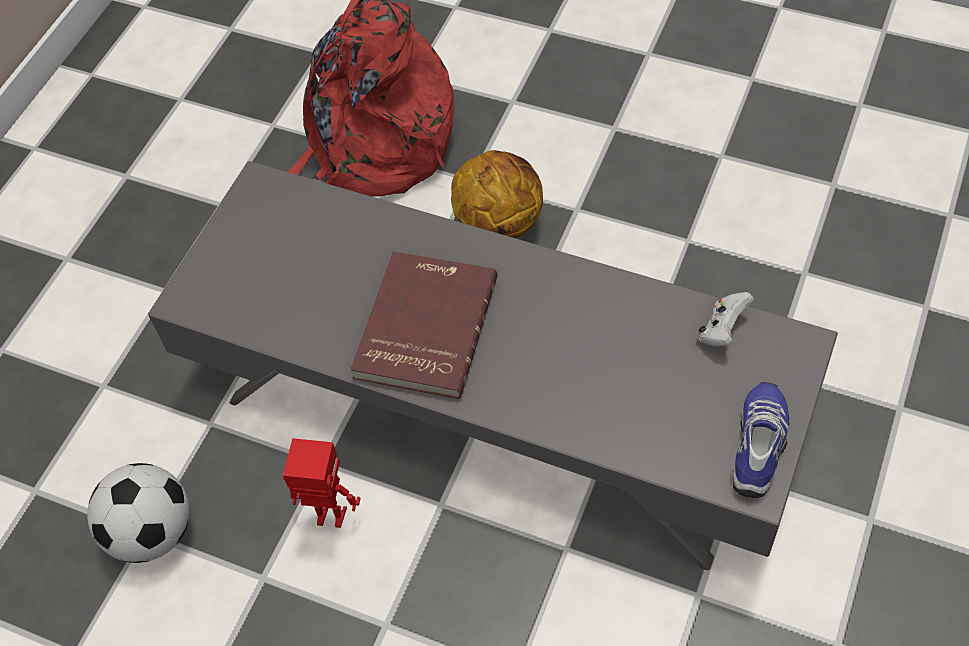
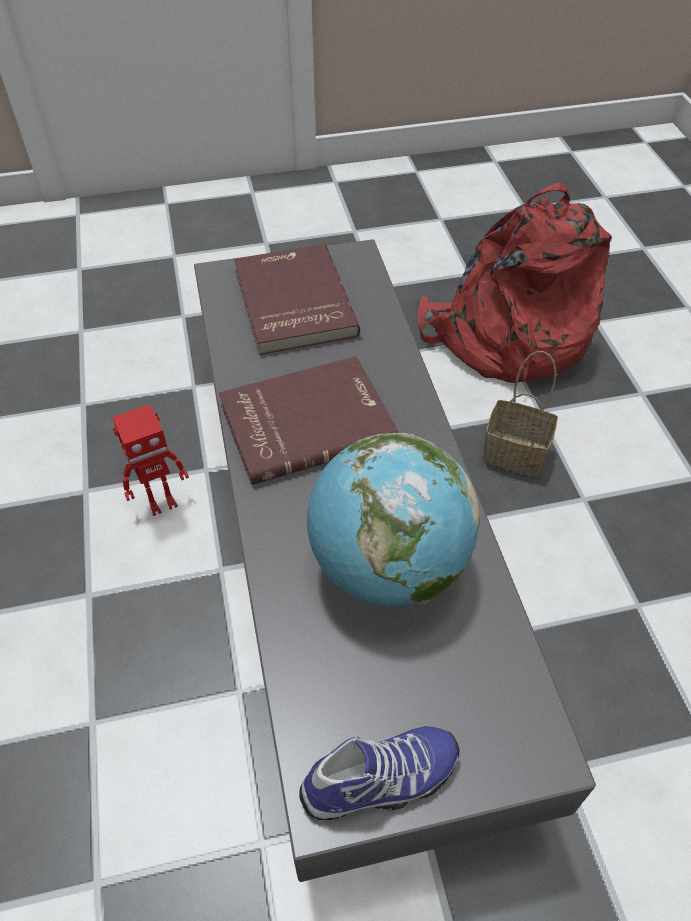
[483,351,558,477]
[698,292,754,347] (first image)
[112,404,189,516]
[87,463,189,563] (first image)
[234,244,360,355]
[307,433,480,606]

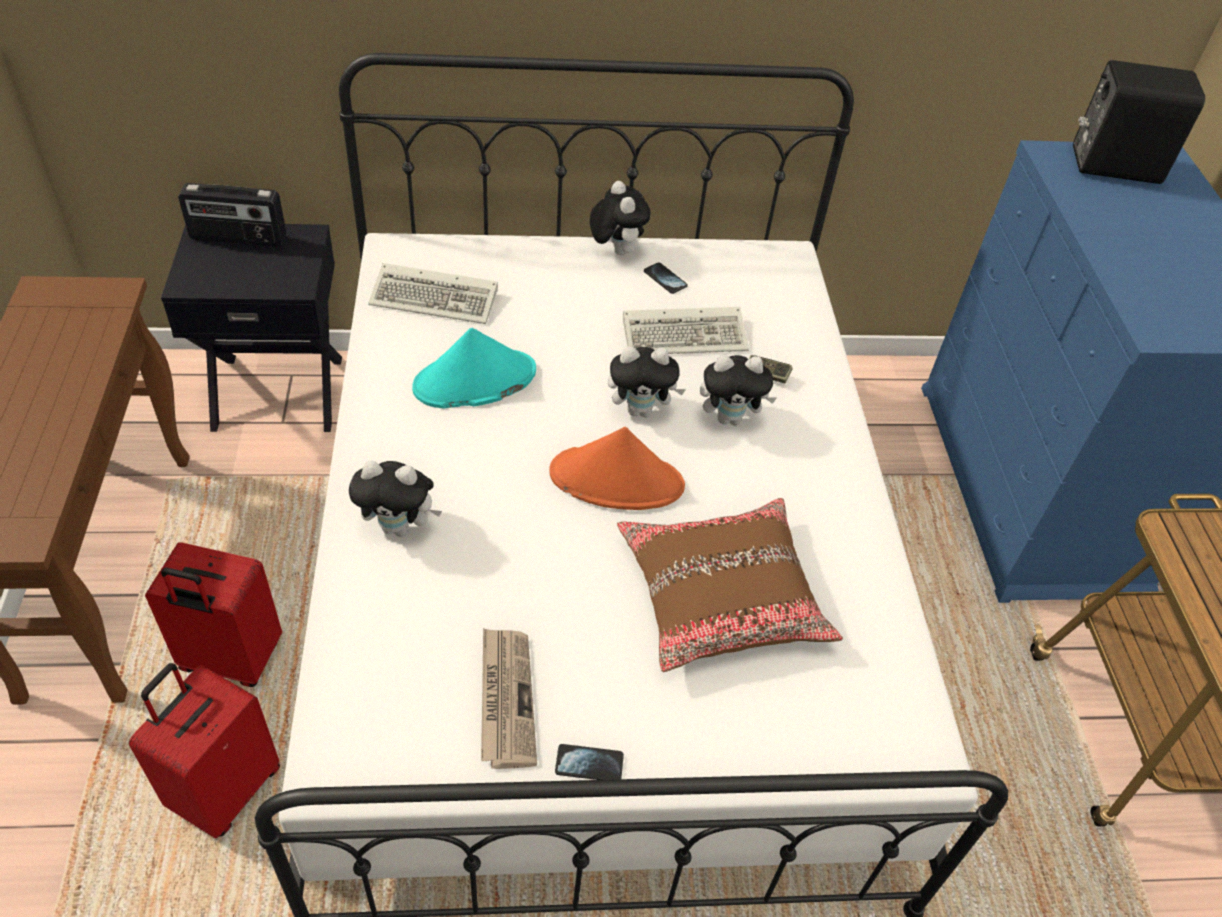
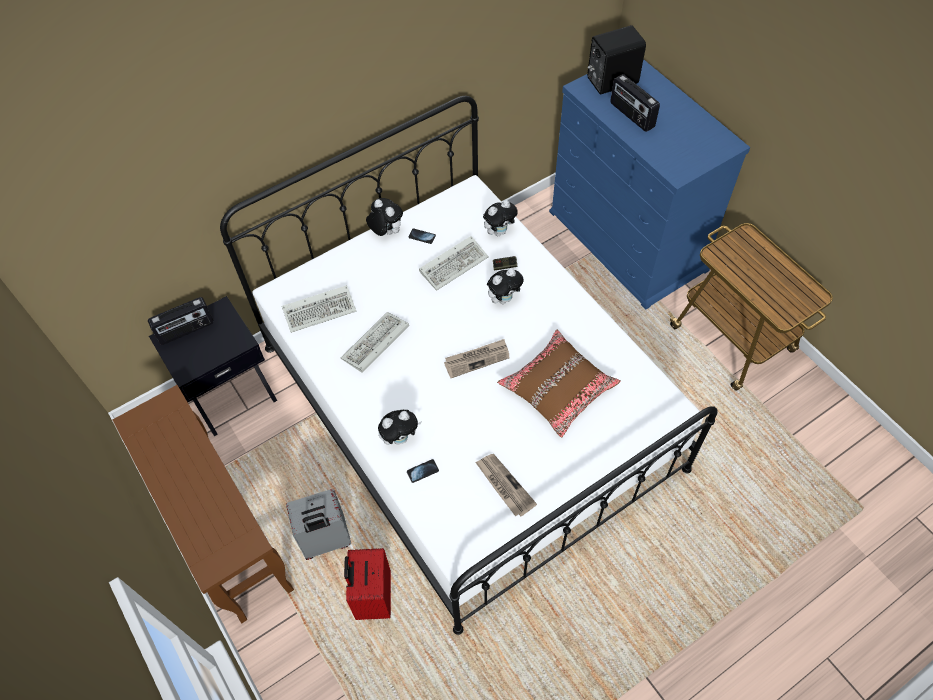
[341,312,409,373]
[483,200,518,236]
[444,339,510,378]
[286,489,351,560]
[407,459,439,483]
[610,74,660,132]

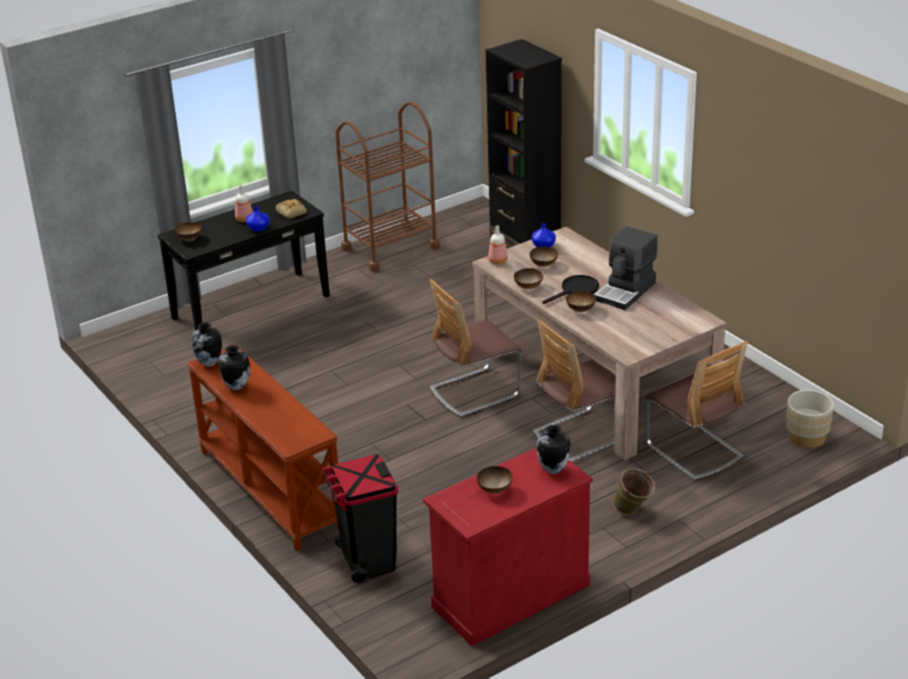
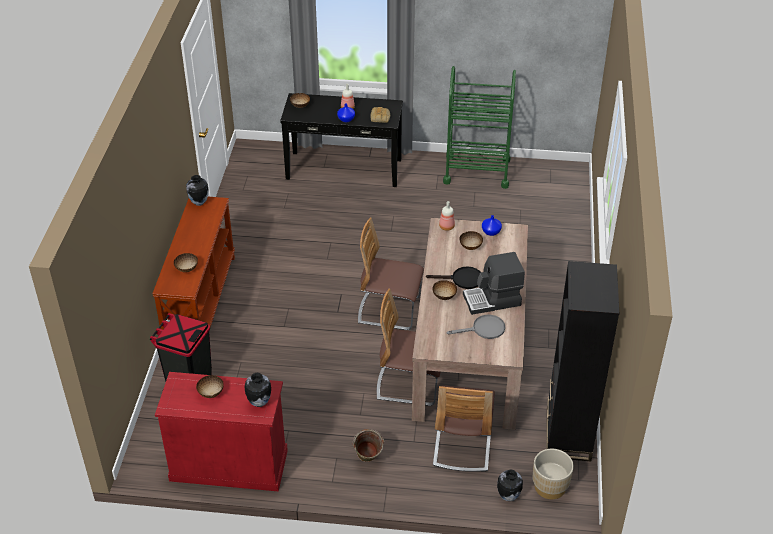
[546,261,619,461]
[443,66,516,189]
[174,253,198,272]
[497,470,523,501]
[447,315,505,339]

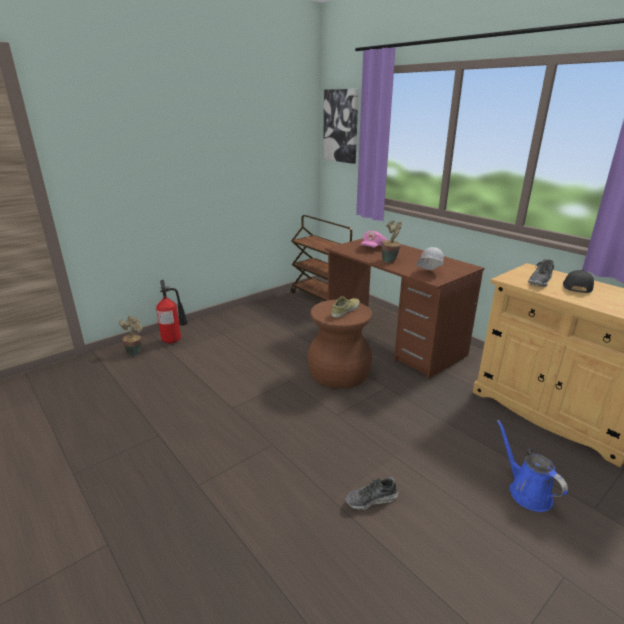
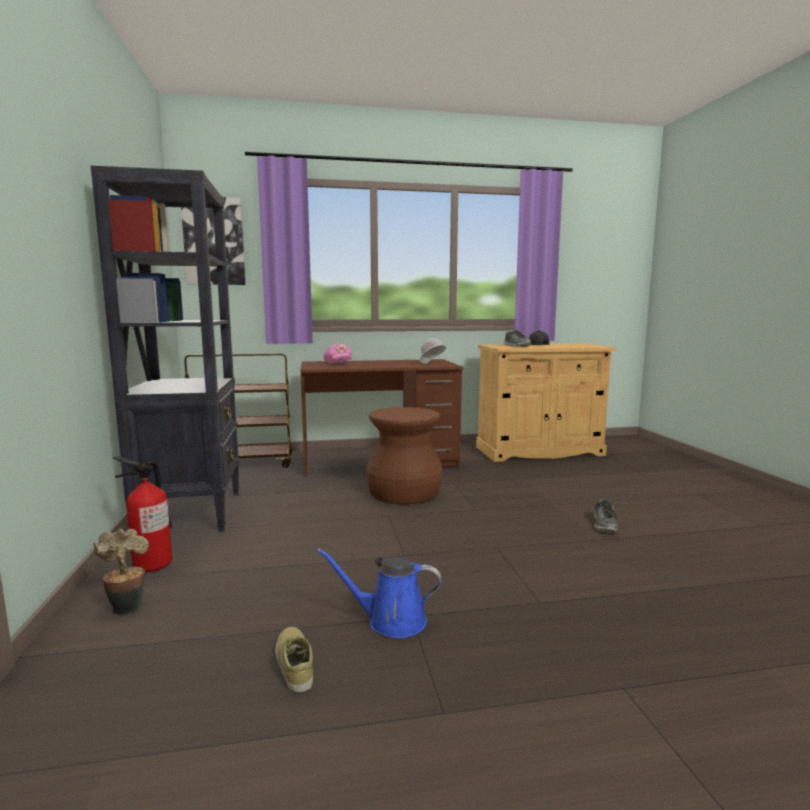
[382,220,402,263] (first image)
[275,627,313,693]
[317,548,442,638]
[90,166,240,532]

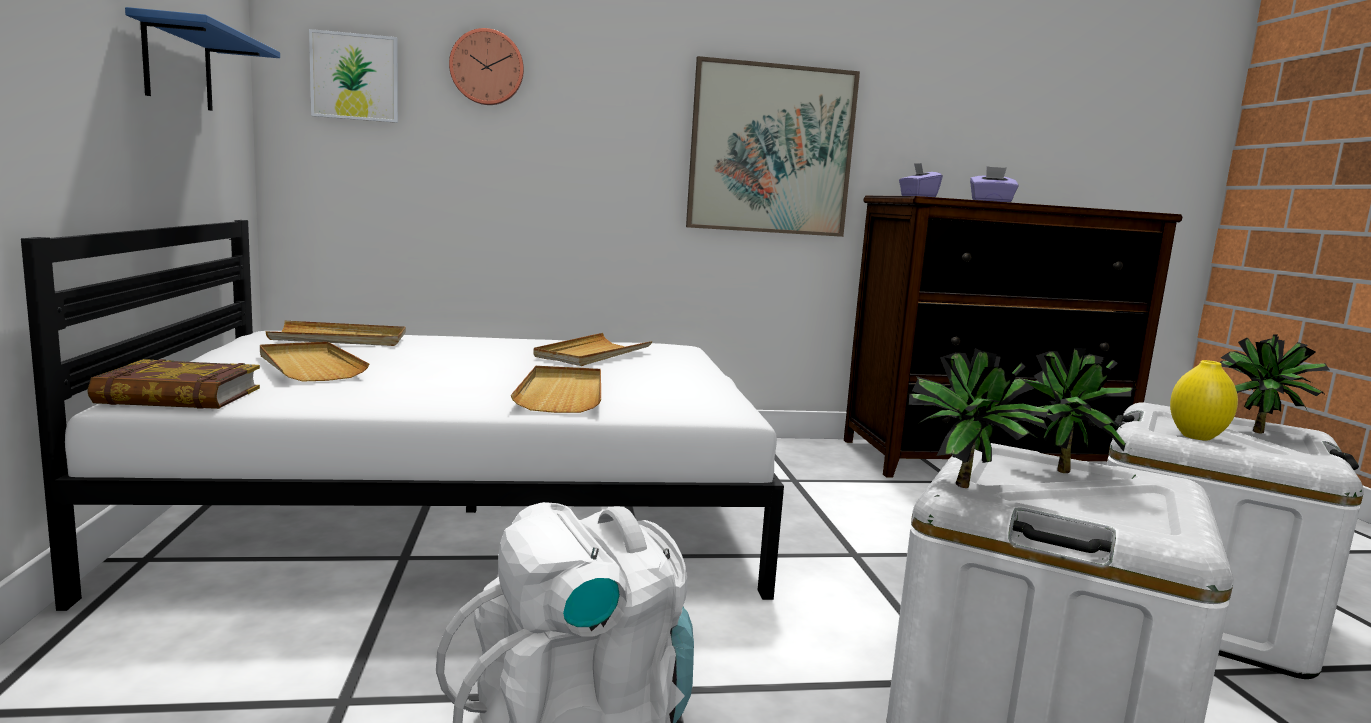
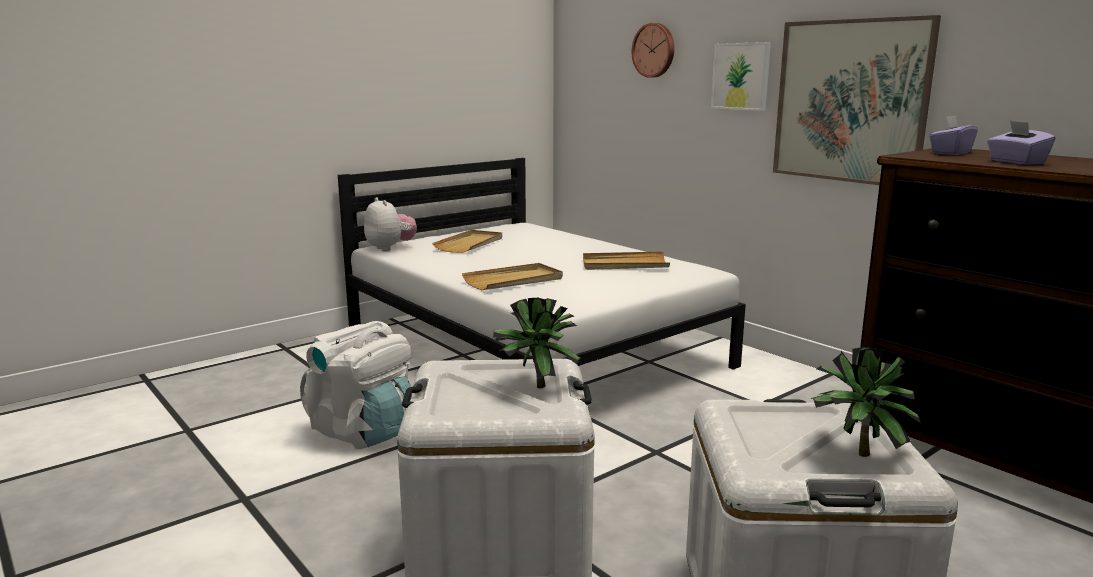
[125,7,280,111] (first image)
[711,42,771,111]
[266,321,406,346] (first image)
[909,348,1054,488] (first image)
[364,197,417,251]
[1170,360,1238,440] (first image)

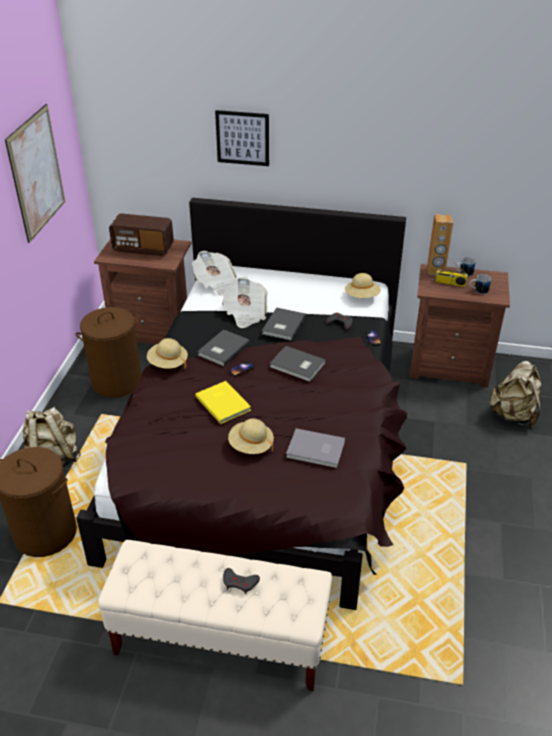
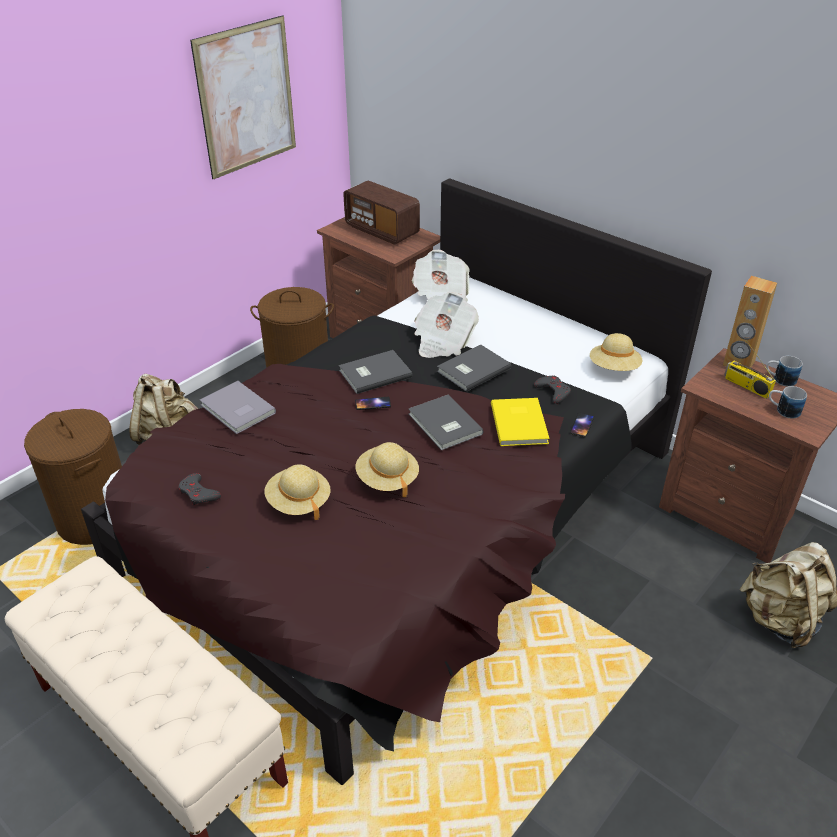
[215,110,269,166] (first image)
[355,442,419,497]
[491,398,550,446]
[200,381,276,434]
[178,473,221,506]

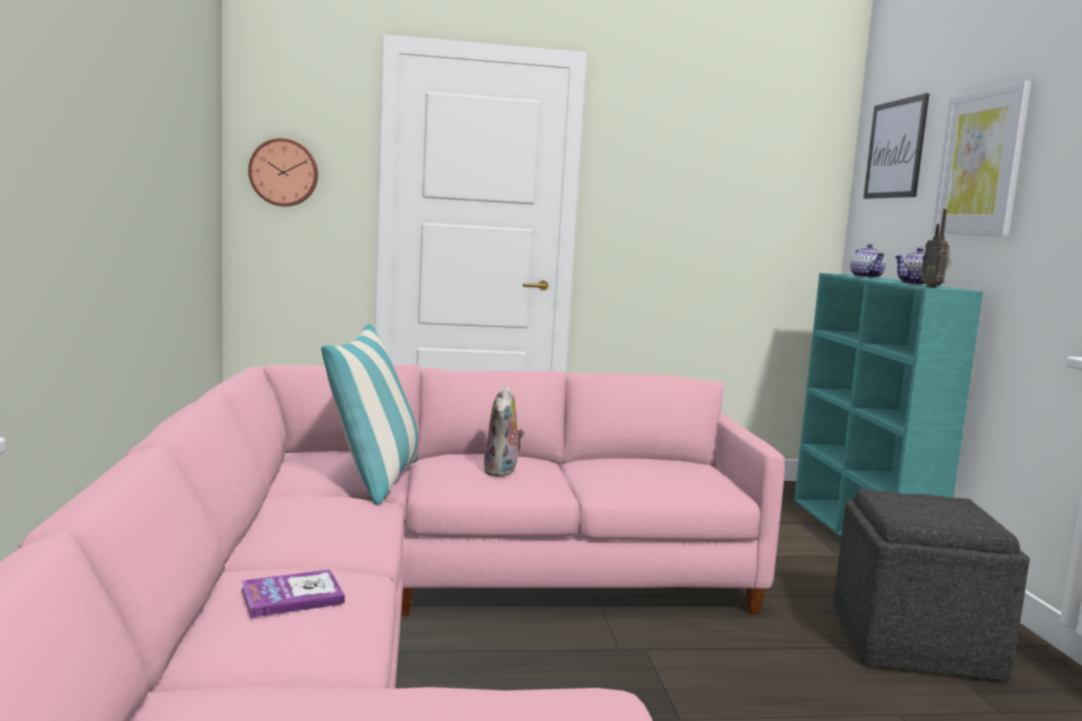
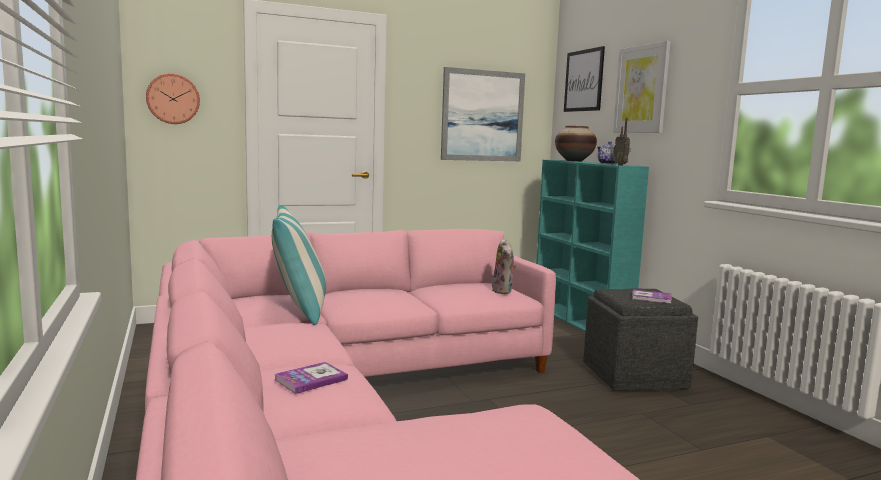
[555,126,597,162]
[492,238,517,294]
[441,67,525,161]
[632,289,672,304]

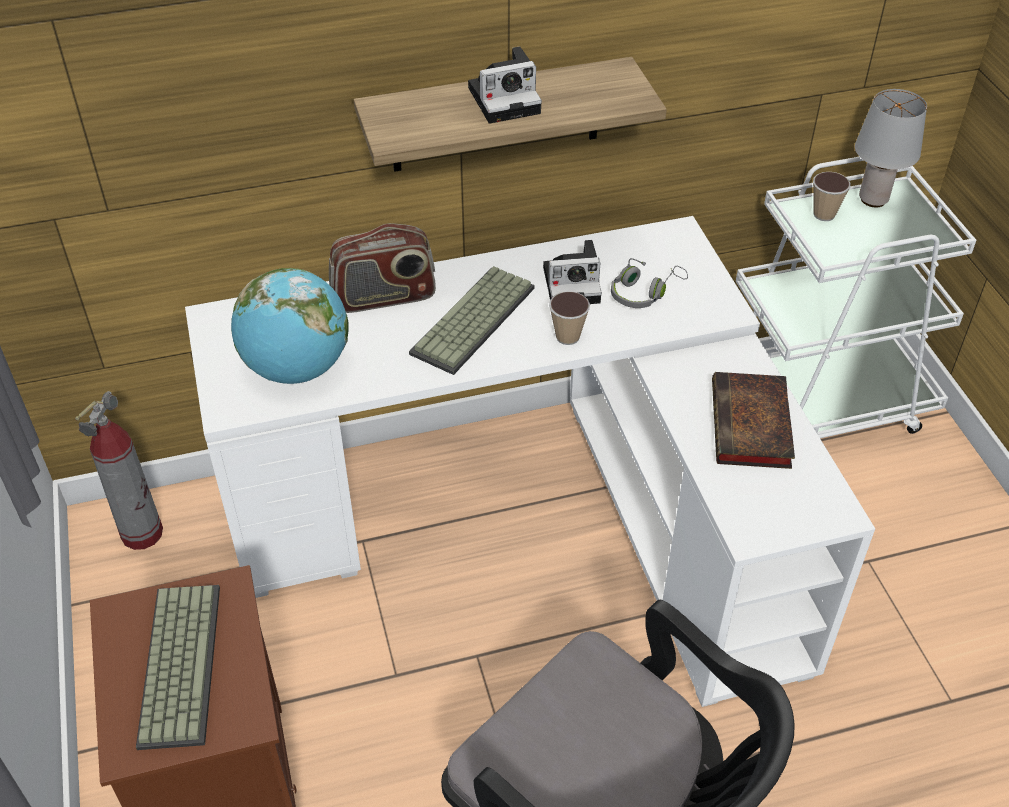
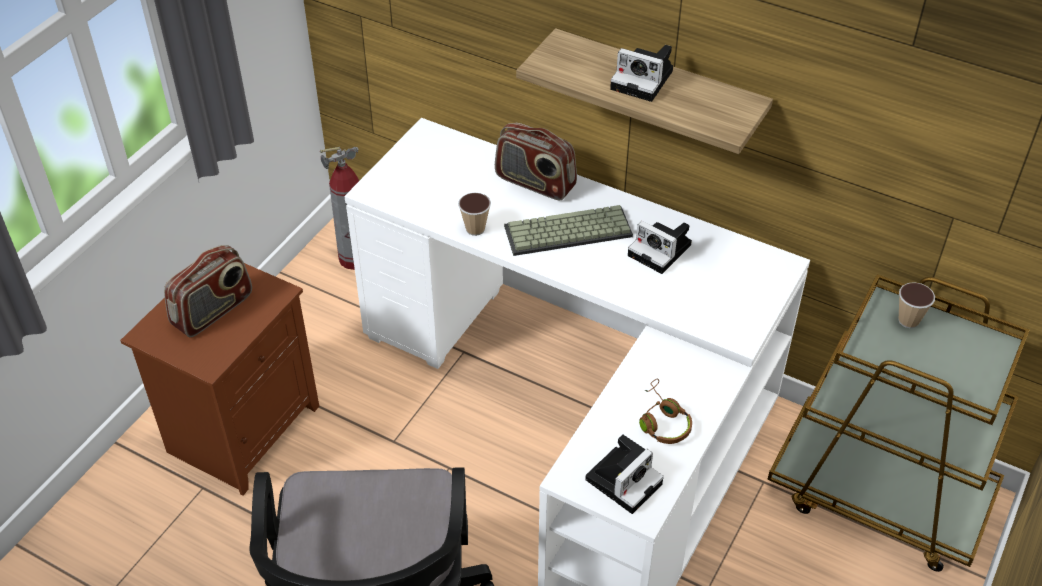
[855,89,927,207] (first image)
[767,274,1030,572]
[611,258,688,308] (first image)
[231,268,349,384] (first image)
[458,192,491,236]
[639,379,692,444]
[164,245,252,337]
[585,434,664,514]

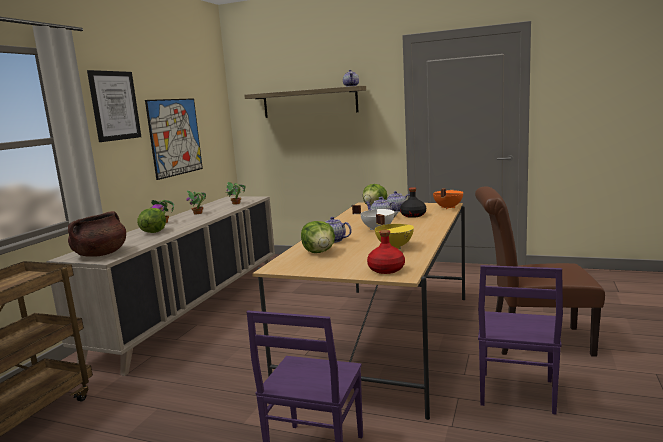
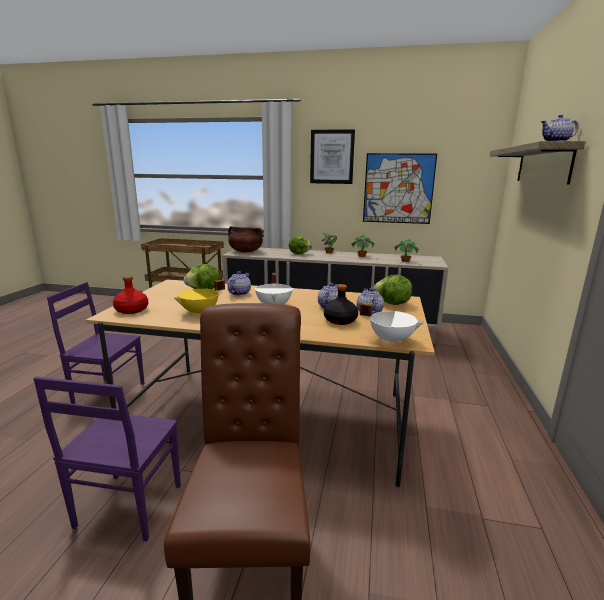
[360,303,425,345]
[33,377,181,541]

